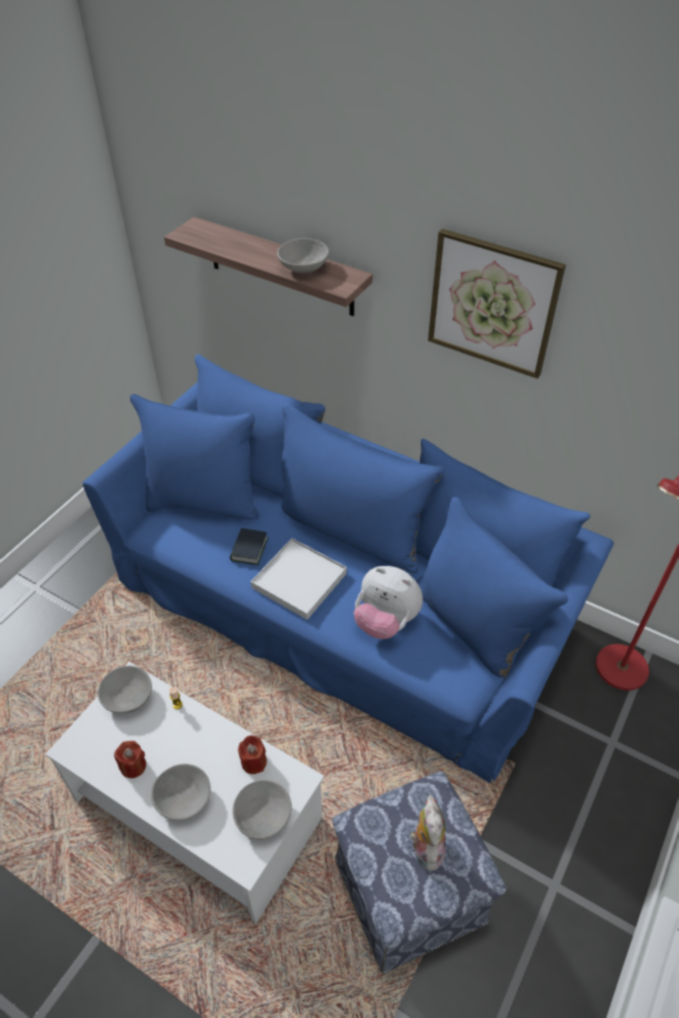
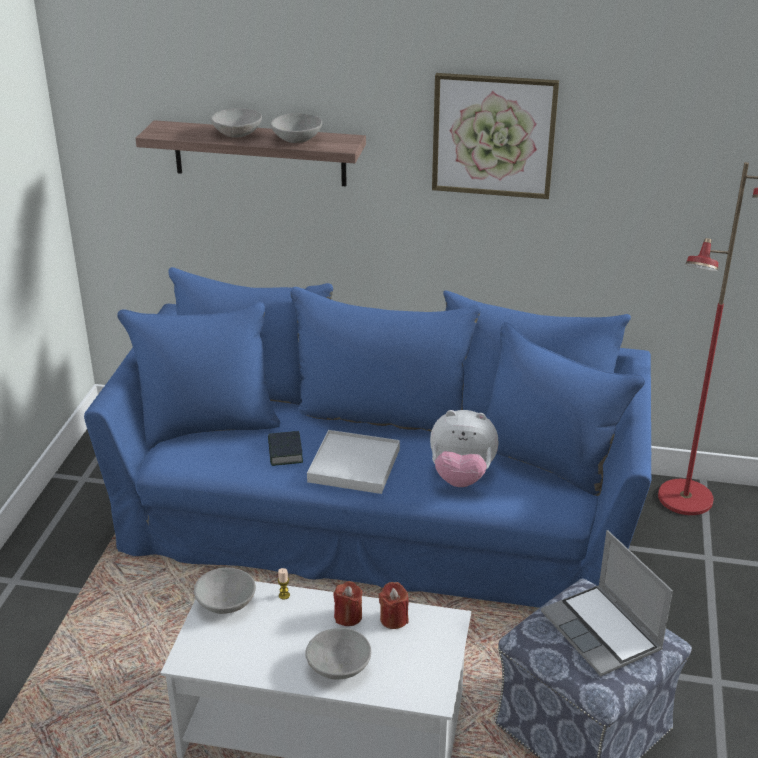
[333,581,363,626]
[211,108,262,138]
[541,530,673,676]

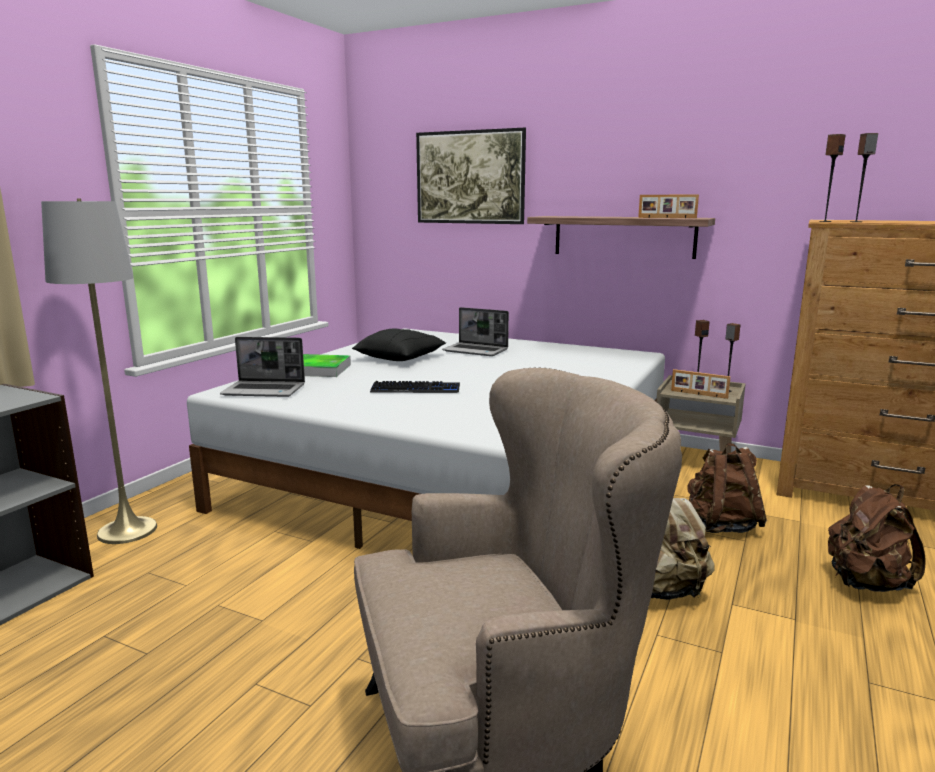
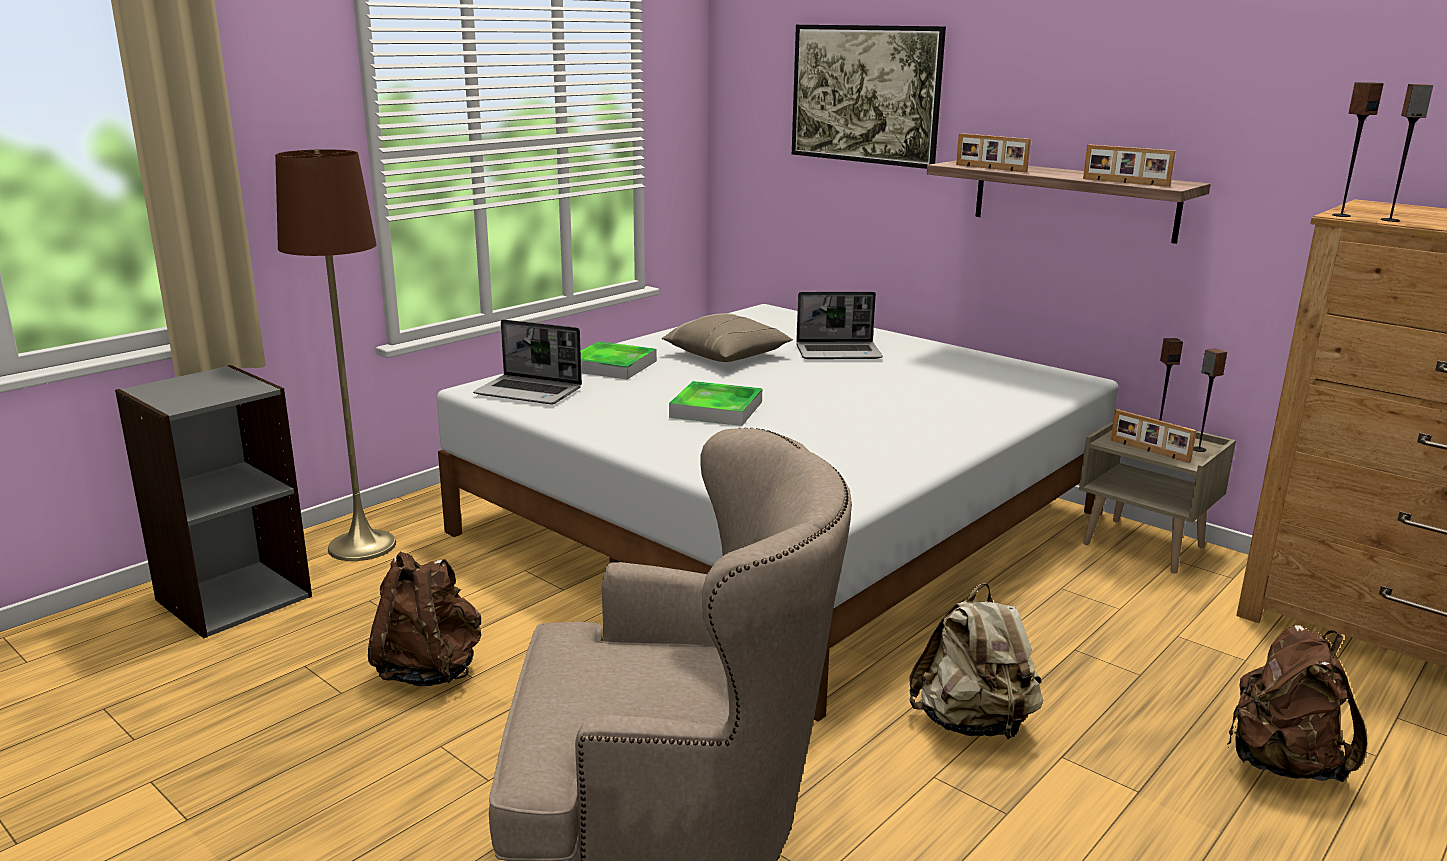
[275,149,396,561]
[796,292,883,359]
[662,313,793,362]
[669,381,762,426]
[368,552,481,686]
[956,133,1031,172]

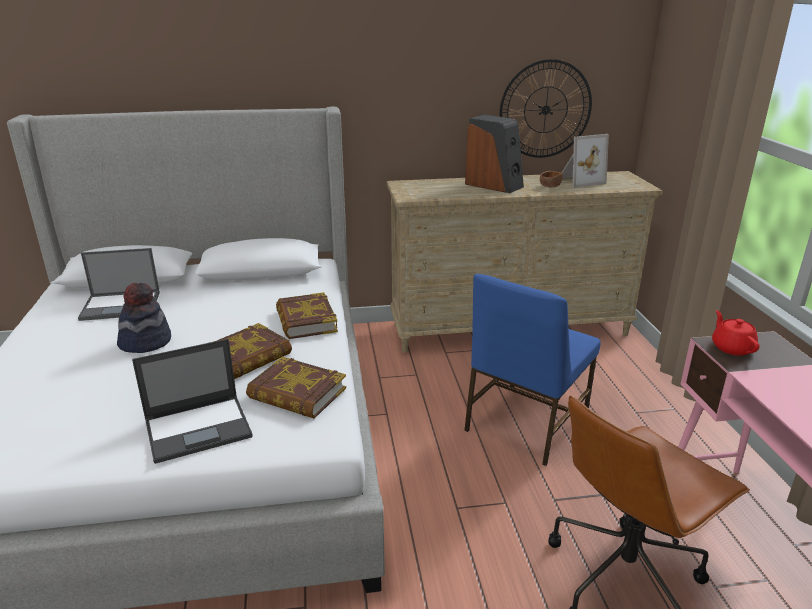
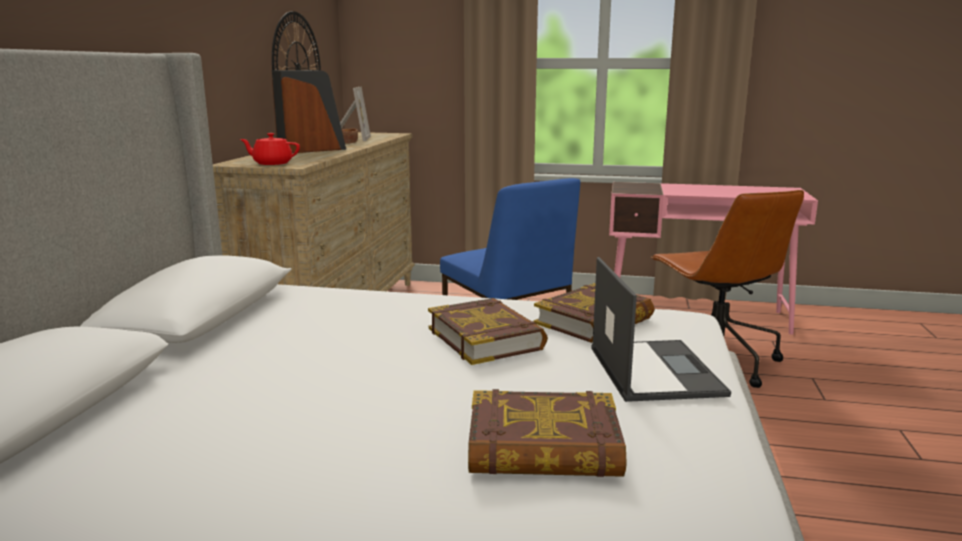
[78,248,160,321] (first image)
[117,283,171,353] (first image)
[468,389,626,477]
[240,133,300,165]

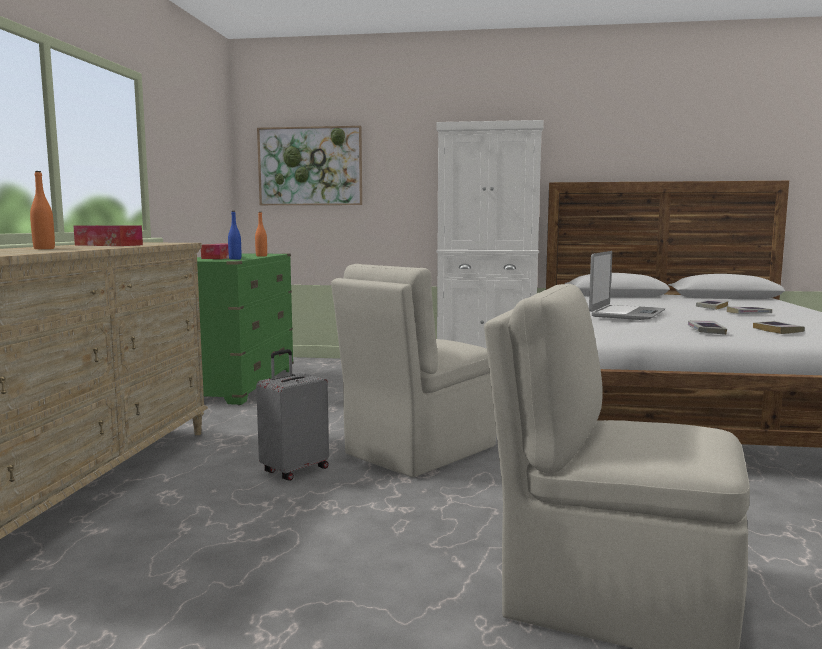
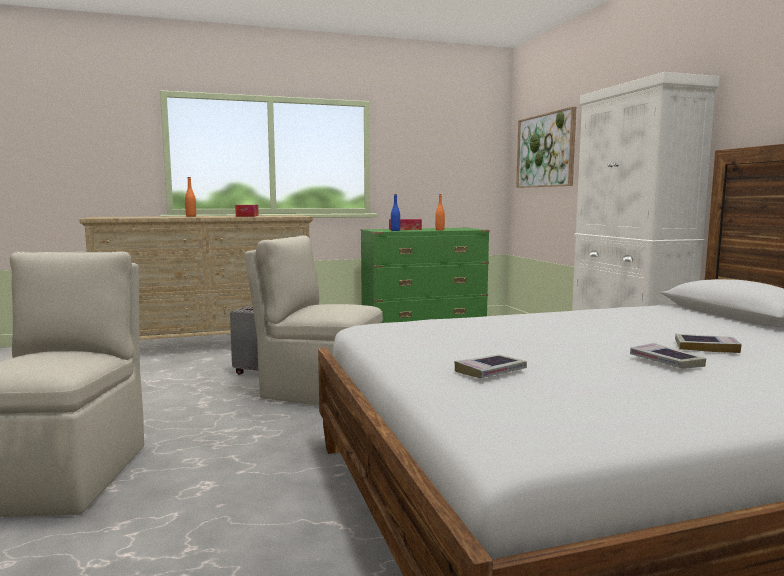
[589,251,665,320] (first image)
[688,321,727,335] (first image)

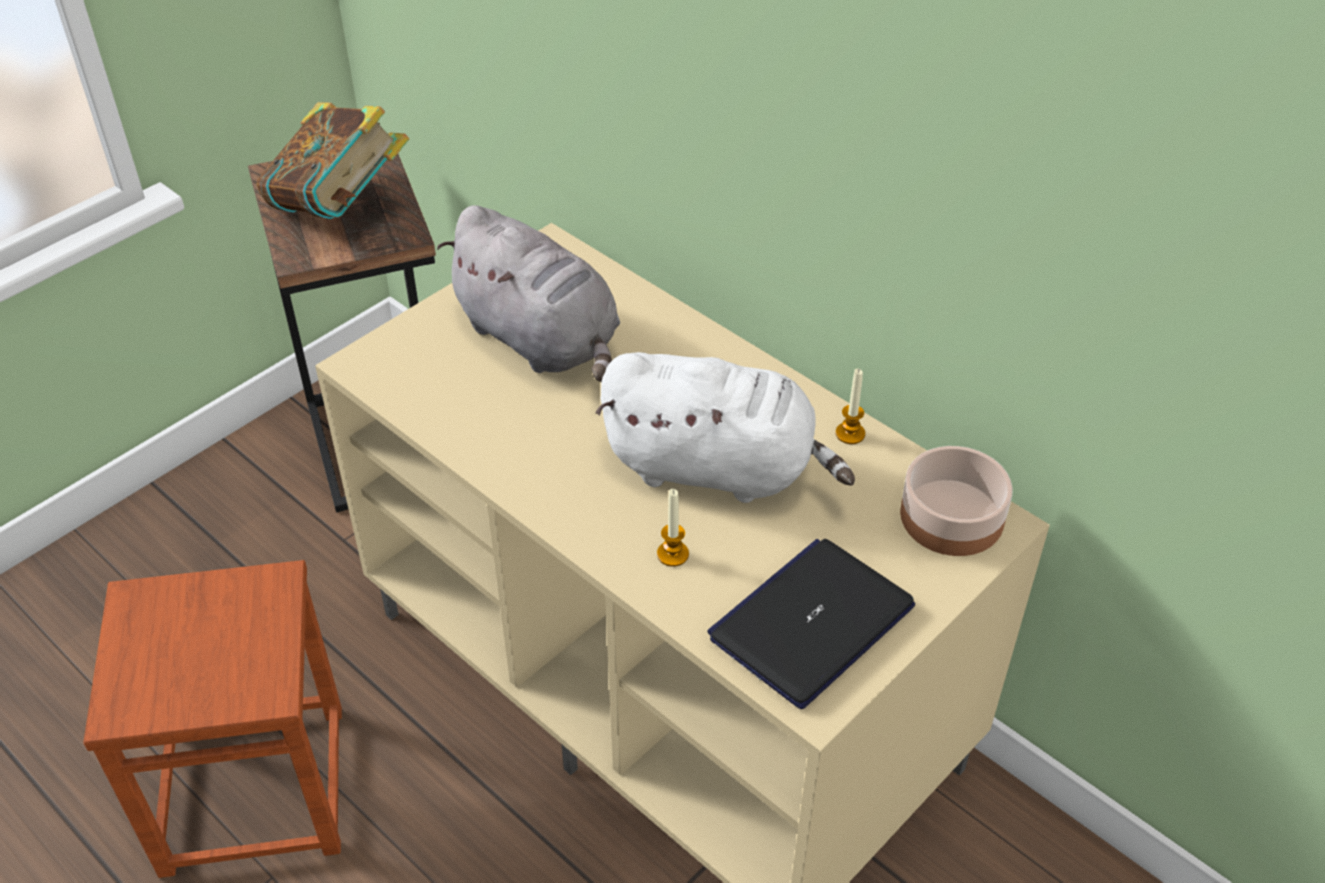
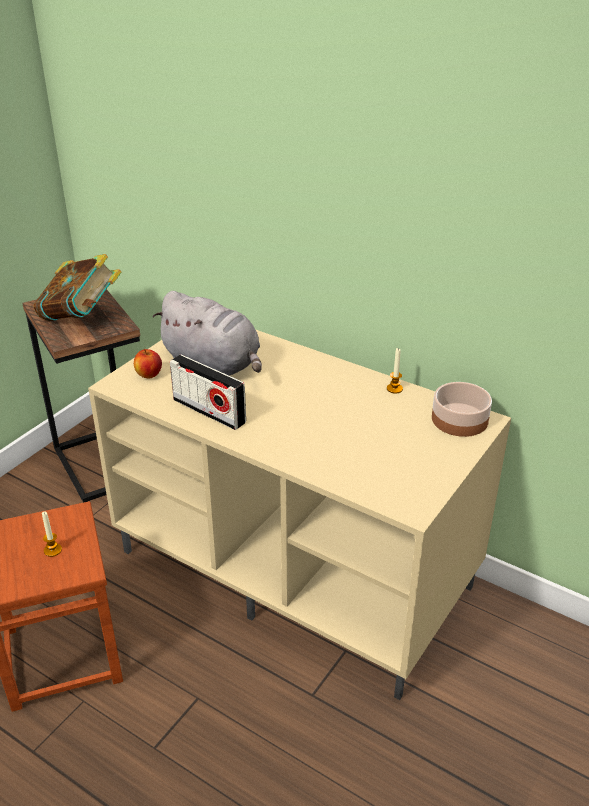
[596,352,855,503] (first image)
[42,512,62,557]
[707,539,915,709] (first image)
[134,348,162,378]
[170,354,246,430]

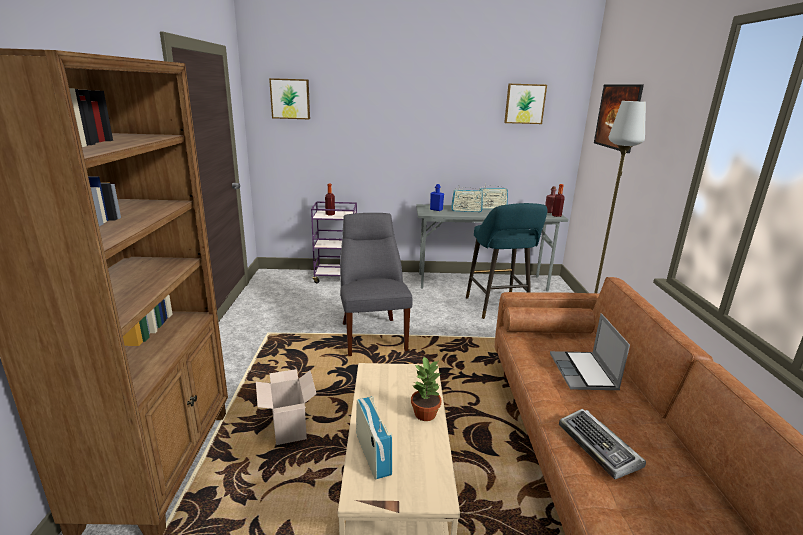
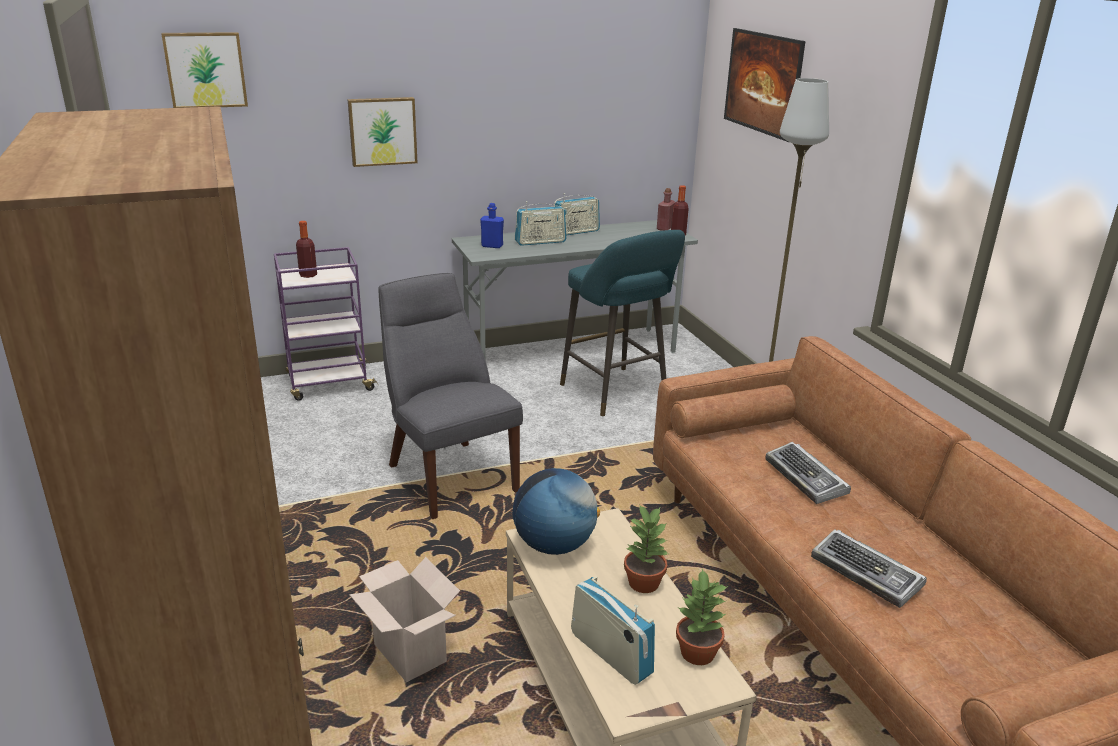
[348,97,418,167]
[765,442,851,504]
[512,468,600,555]
[676,568,728,665]

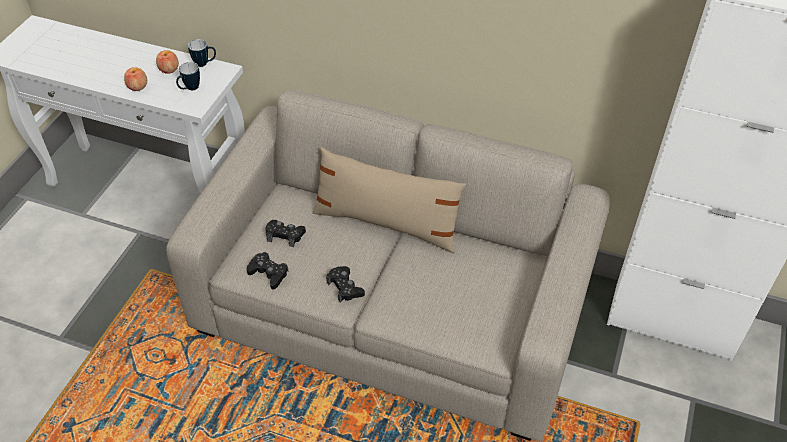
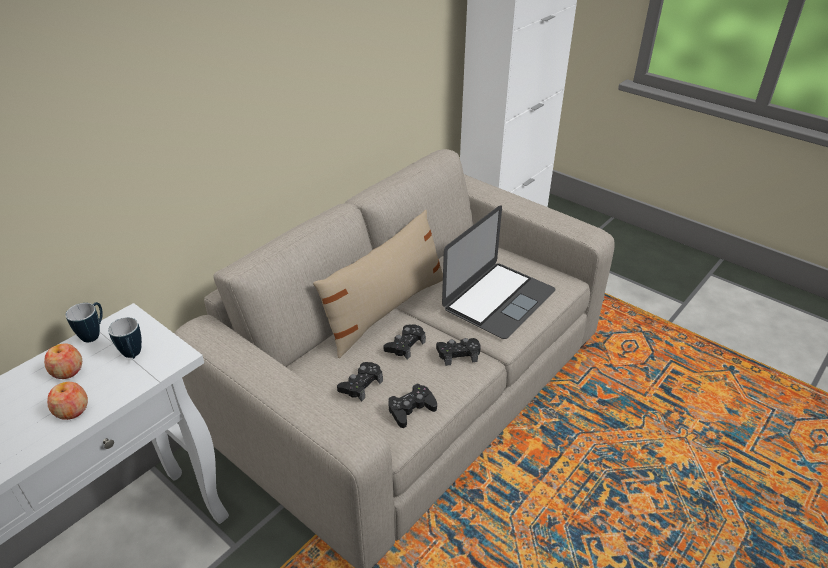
[442,205,556,339]
[384,325,426,360]

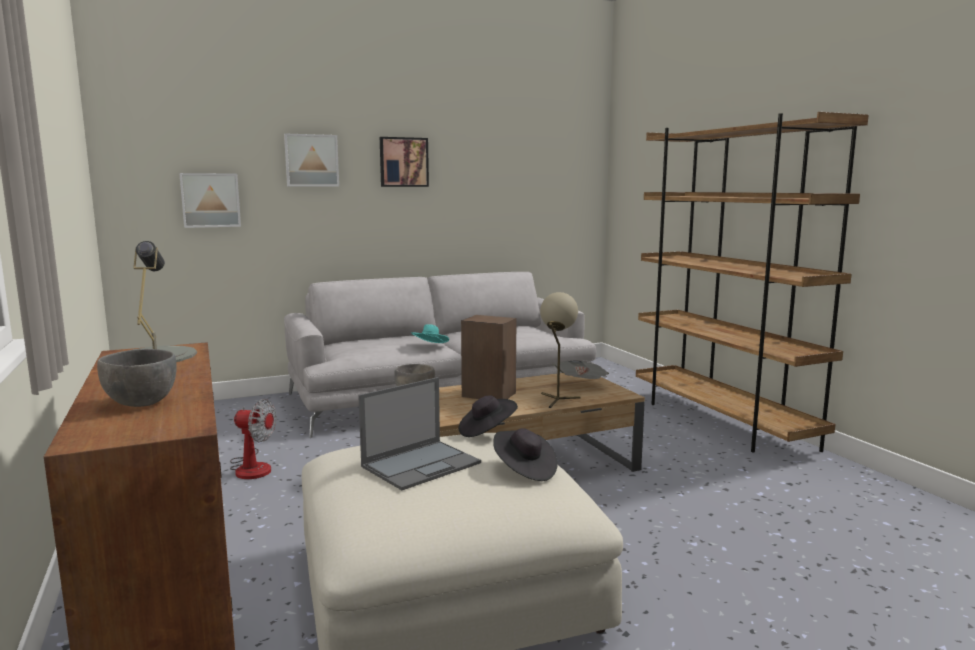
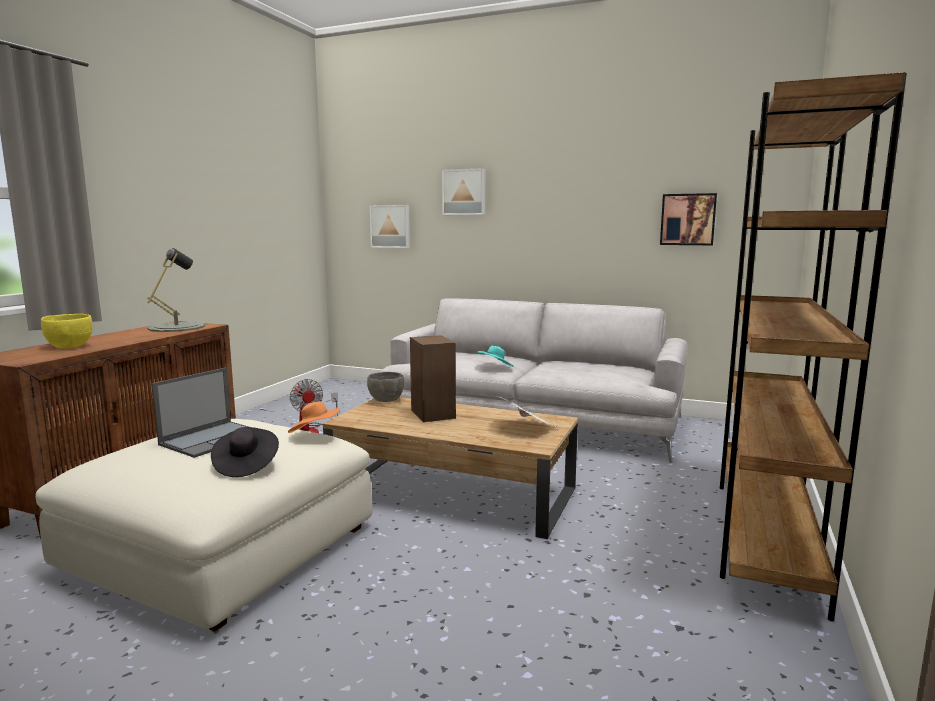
[660,193,717,245]
[540,292,581,408] (first image)
[41,314,93,349]
[152,368,248,458]
[288,401,340,433]

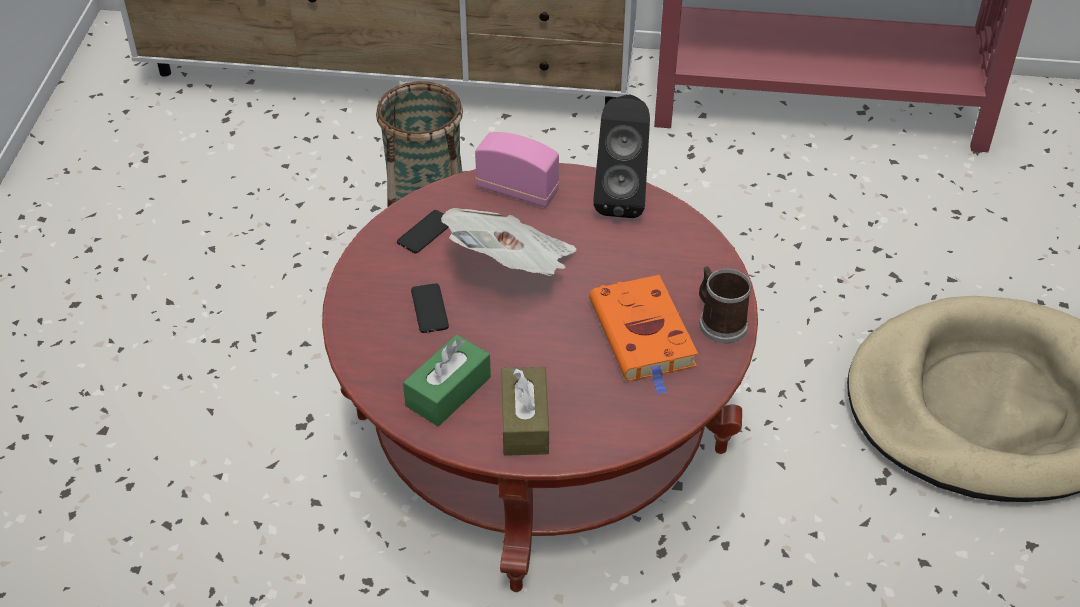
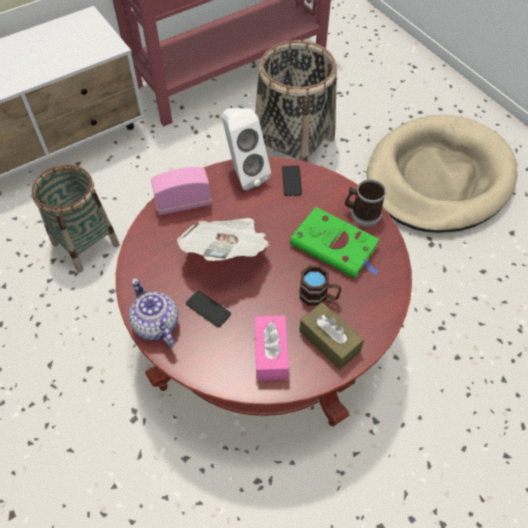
[222,108,271,190]
[282,165,302,196]
[290,207,380,279]
[254,315,289,381]
[255,40,337,162]
[299,265,341,306]
[129,278,178,347]

